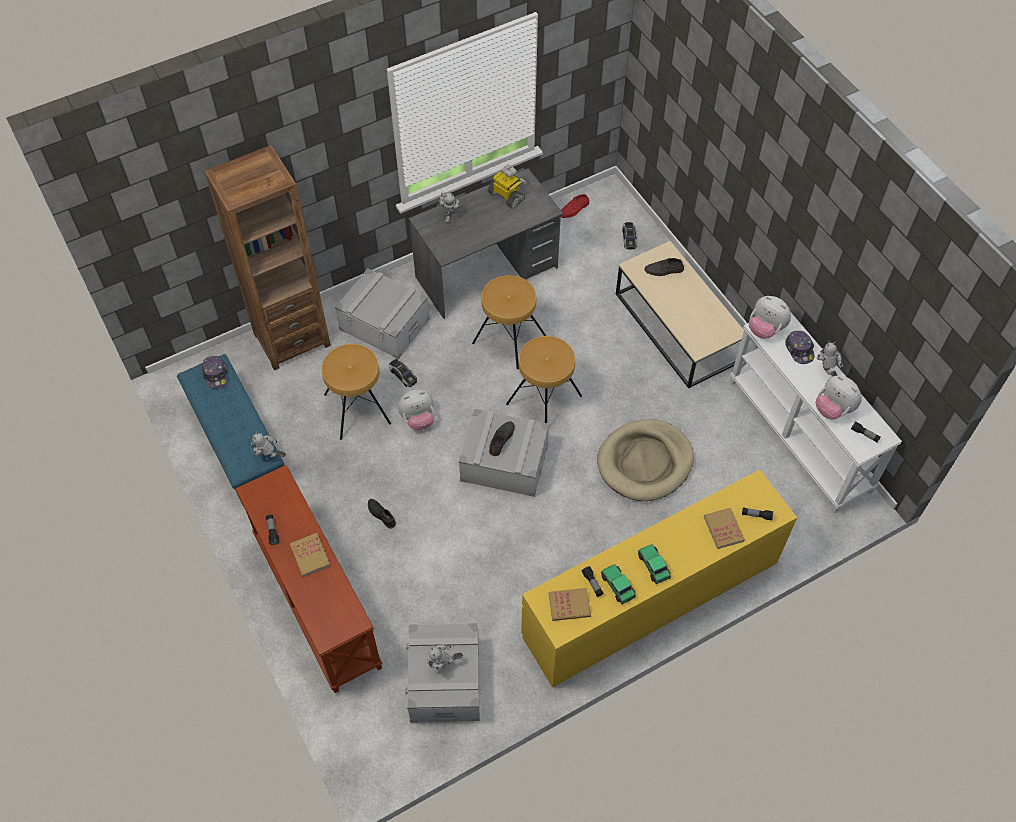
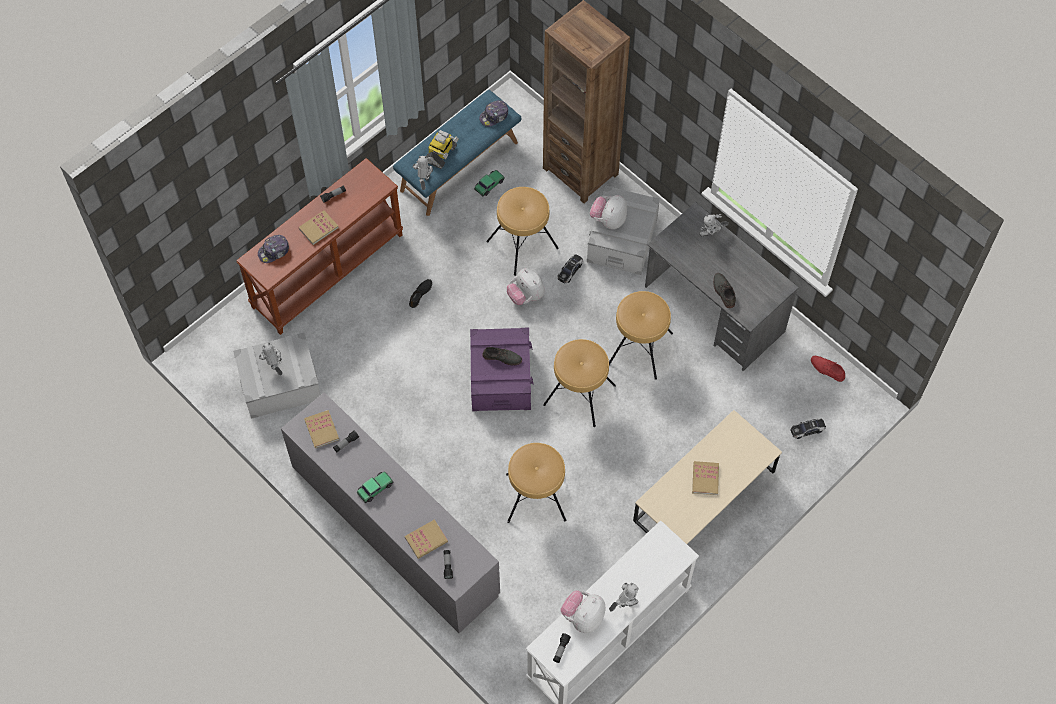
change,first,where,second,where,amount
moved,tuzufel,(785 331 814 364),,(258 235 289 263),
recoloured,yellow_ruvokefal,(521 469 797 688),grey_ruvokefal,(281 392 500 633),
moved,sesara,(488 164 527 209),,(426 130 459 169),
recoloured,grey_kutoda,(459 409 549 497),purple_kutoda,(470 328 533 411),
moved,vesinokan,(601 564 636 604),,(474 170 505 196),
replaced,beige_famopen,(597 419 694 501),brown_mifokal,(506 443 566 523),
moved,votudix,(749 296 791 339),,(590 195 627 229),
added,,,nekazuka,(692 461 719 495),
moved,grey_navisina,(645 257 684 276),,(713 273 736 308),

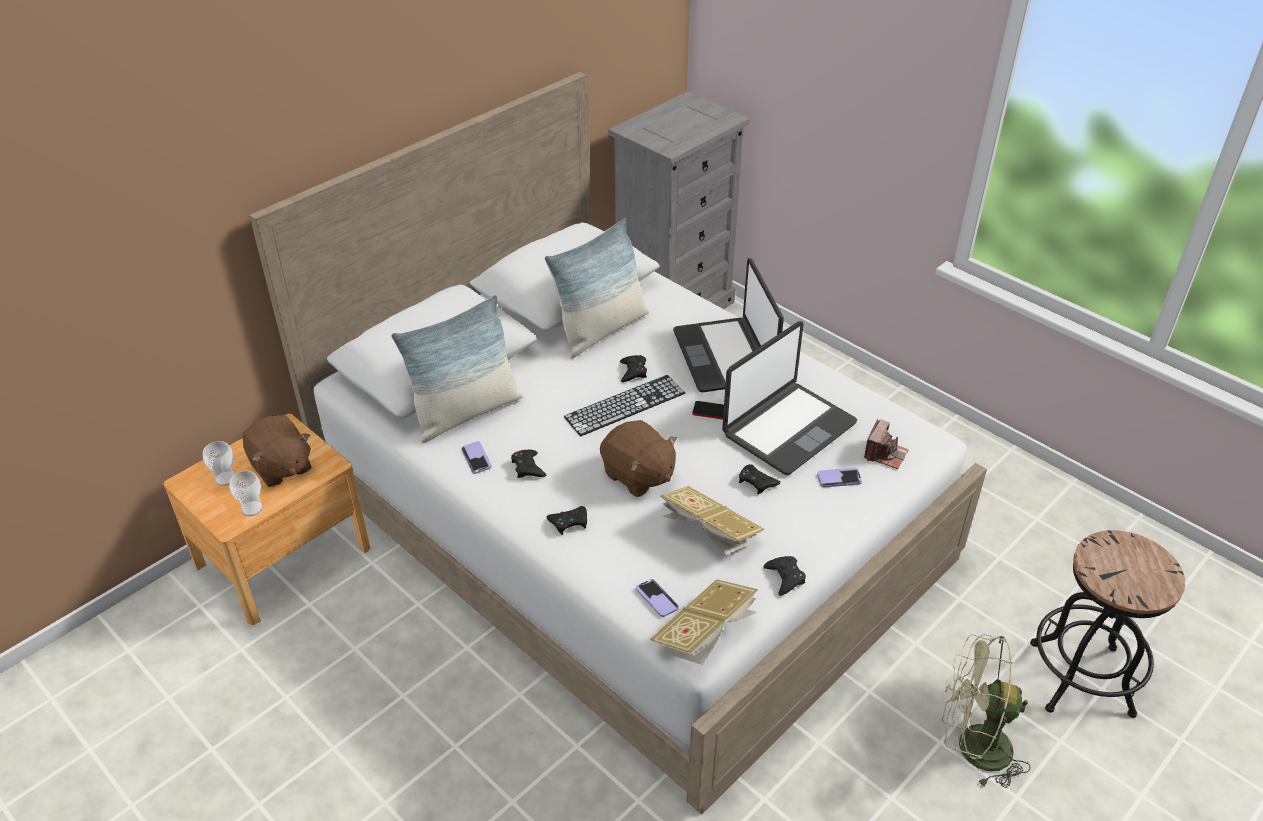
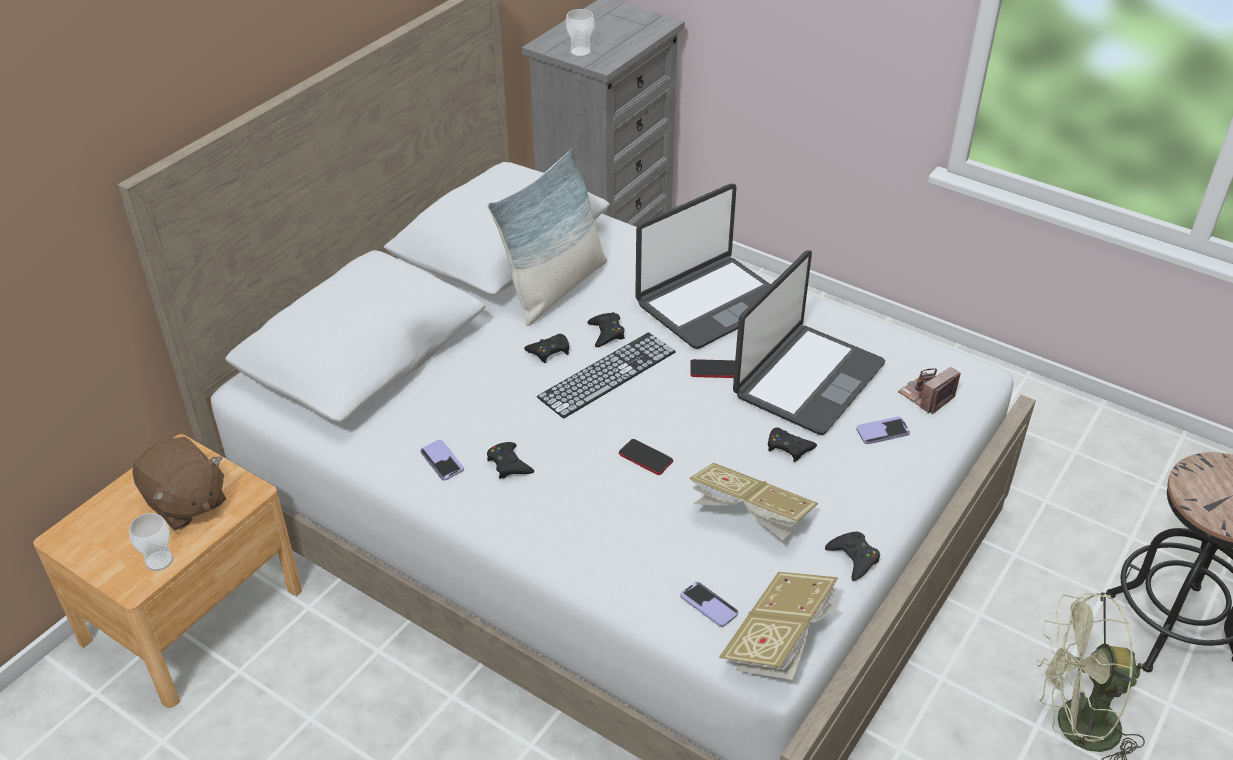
change,first,where,second,where,amount
moved,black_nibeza,(547 506 587 535),,(524 334 569 363),
moved,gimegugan,(203 441 235 486),,(566 9 595 57),
replaced,brown_votudix,(600 420 677 497),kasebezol,(619 439 673 475),
turned,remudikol,(673 258 784 392),,(635 184 771 349),105 degrees counterclockwise
turned,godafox,(864 419 909 469),,(898 367 961 414),150 degrees counterclockwise
removed,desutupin,(391 295 523 443),,,

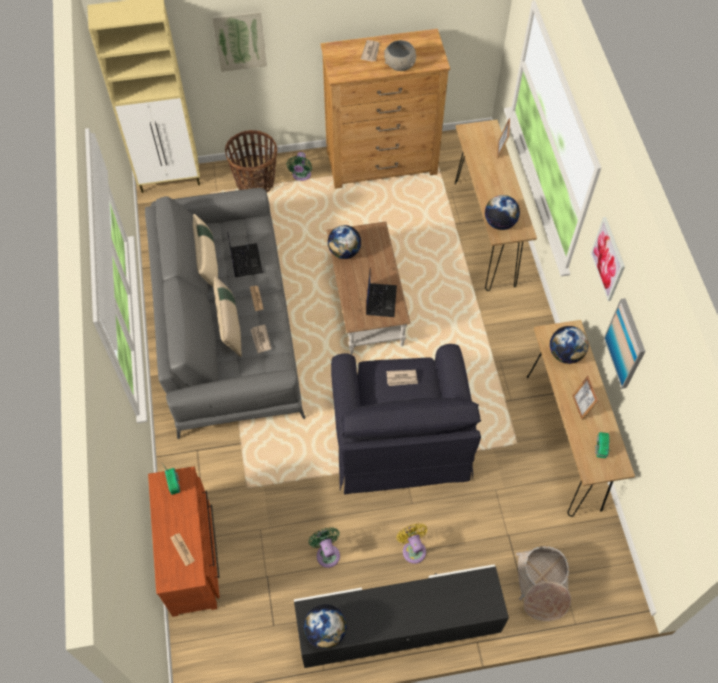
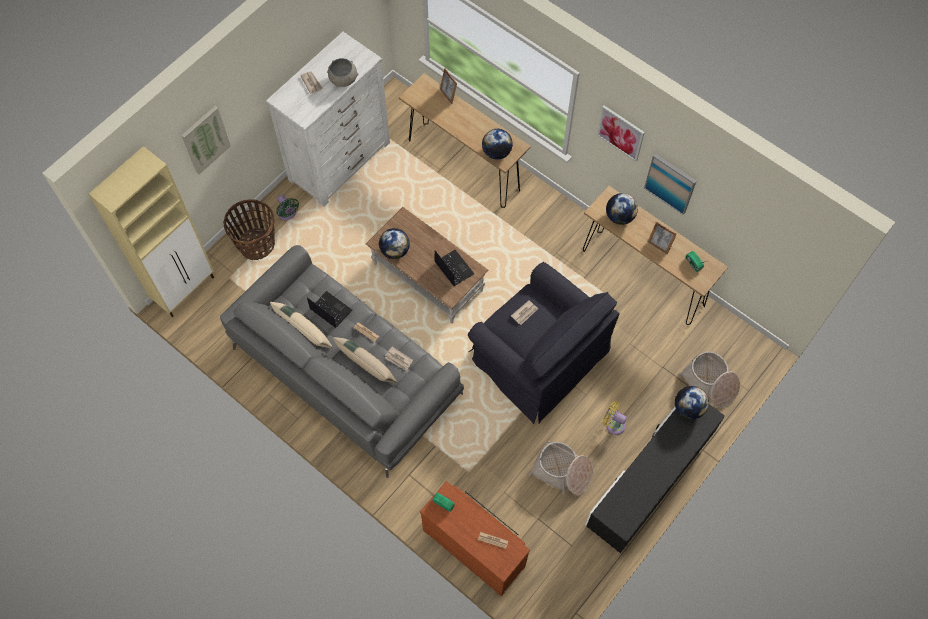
change,first,where,second,where,amount
recoloured,brown_ruvokefal,(320 29 450 189),white_ruvokefal,(266 32 390 207),
replaced,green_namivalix,(309 528 340 568),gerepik,(529 441 593 495),
moved,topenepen,(304 604 347 649),,(675 386 709 419),

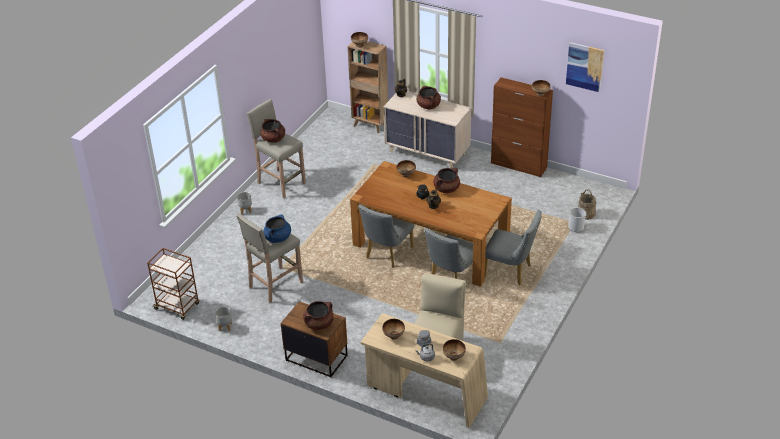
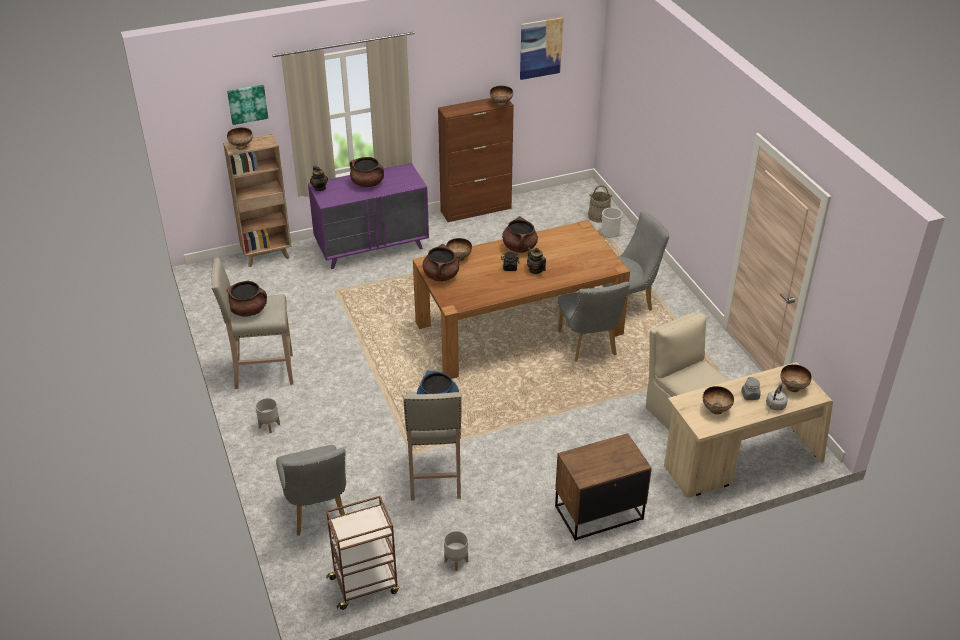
change,first,where,second,where,amount
added,,,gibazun,(227 85 268 125),
moved,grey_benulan,(358 204 414 268),,(276 445 346 536),
recoloured,beige_ruvokefal,(383 91 471 168),purple_ruvokefal,(308 163 429 269),
moved,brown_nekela,(303 301 334 330),,(423 244 459 282),

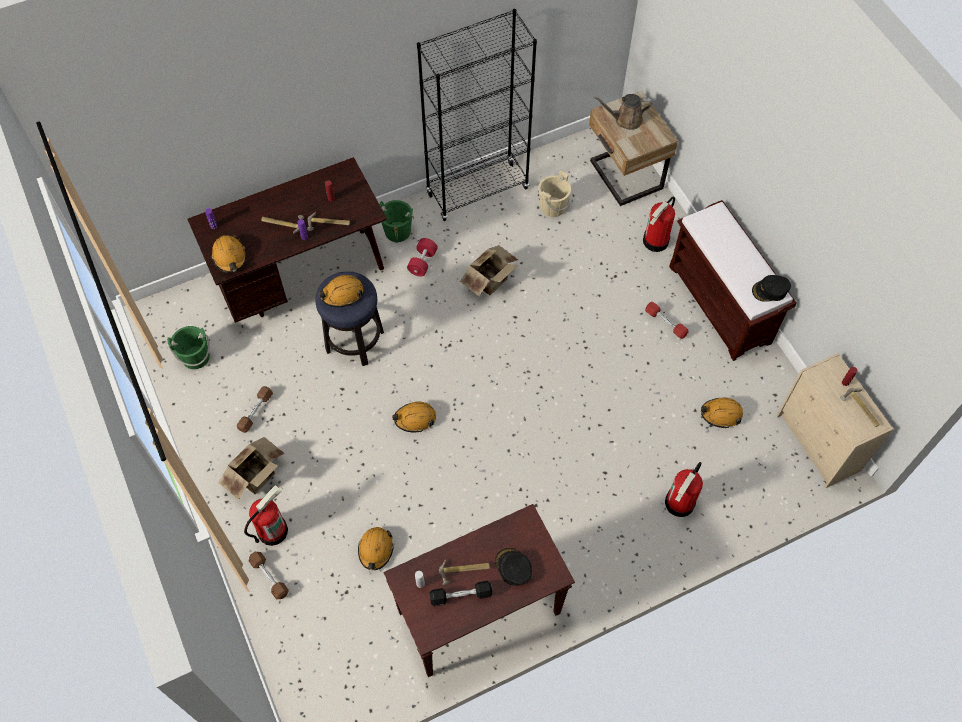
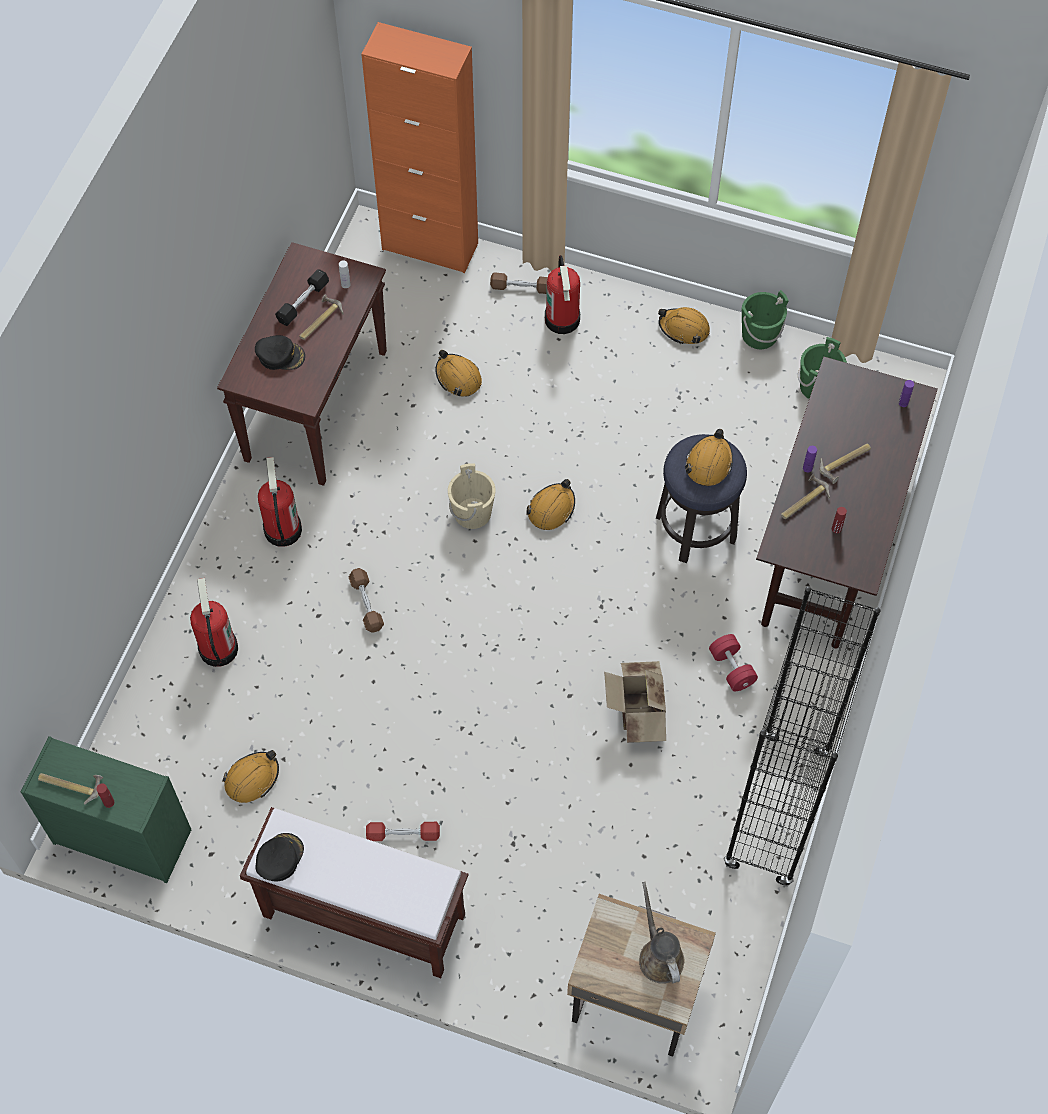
change,first,where,second,where,amount
recoloured,beige_ruvokefal,(776 353 894 488),green_ruvokefal,(21 736 192 883),
moved,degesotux,(643 197 675 252),,(258 457 302 547),
moved,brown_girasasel,(237 386 273 433),,(349 568 384 633),
added,,,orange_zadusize,(361 22 478 273),
moved,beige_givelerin,(538 171 571 217),,(448 463 496 529),
turned,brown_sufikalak,(593 94 652 130),,(639 882 685 984),60 degrees counterclockwise
moved,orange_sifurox,(211 235 247 273),,(658 307 710 344),
moved,green_givelerin,(379 200 414 242),,(742 290 789 349),
removed,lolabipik,(218 437 285 500),,,

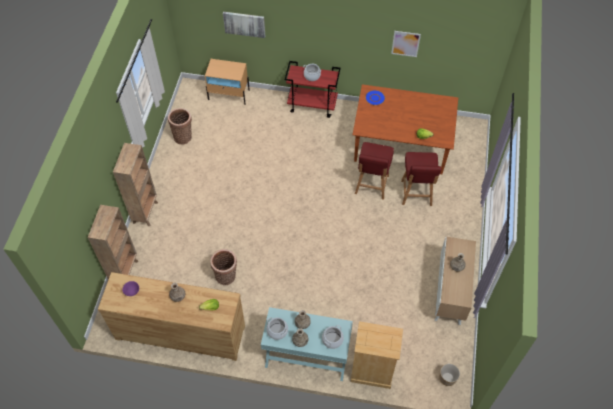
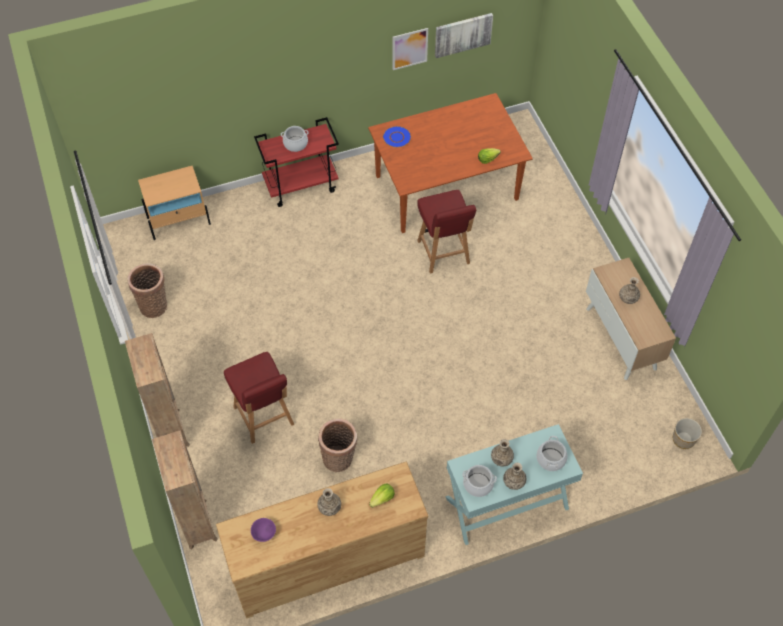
change,first,where,second,where,amount
moved,red_benulan,(401 152 441 206),,(224 352 294 444),
moved,gibazun,(223 12 265 38),,(435 13 493 58),
removed,beige_ruvokefal,(351 321 403 389),,,

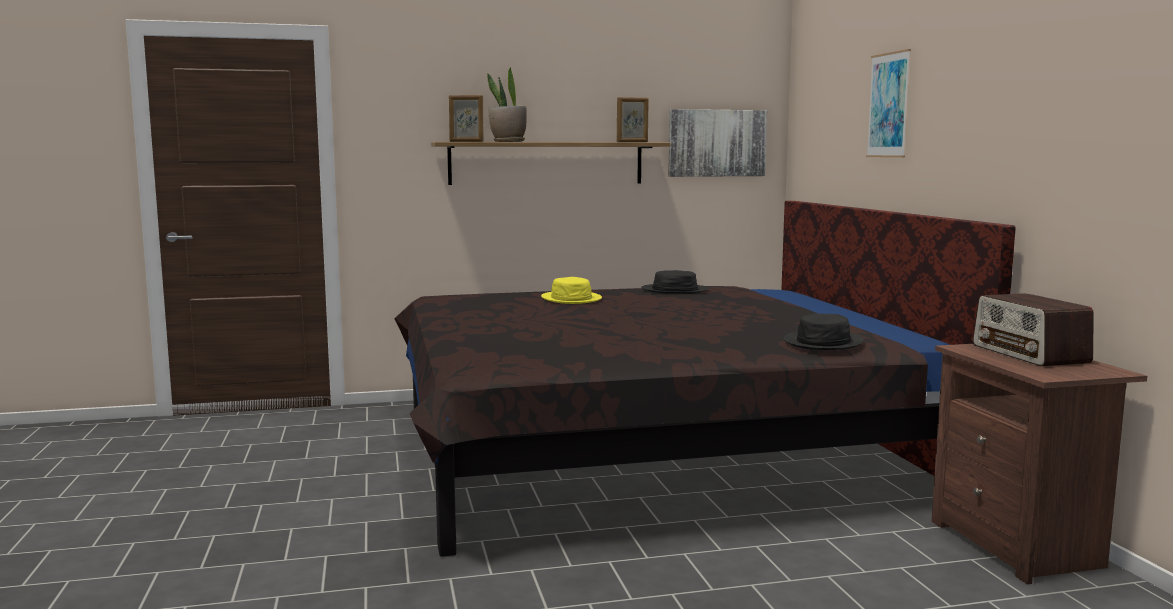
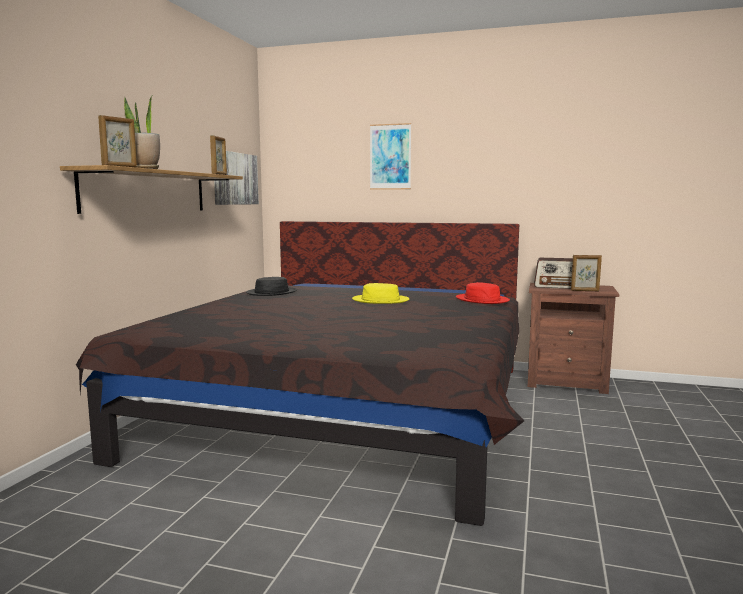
change,first,where,second,where,amount
moved,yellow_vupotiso,(541 277 602 304),,(352 283 410 304),
recoloured,black_vupotiso,(784 313 864 350),red_vupotiso,(456 282 510 304),
added,,,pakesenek,(571 255 602 291),

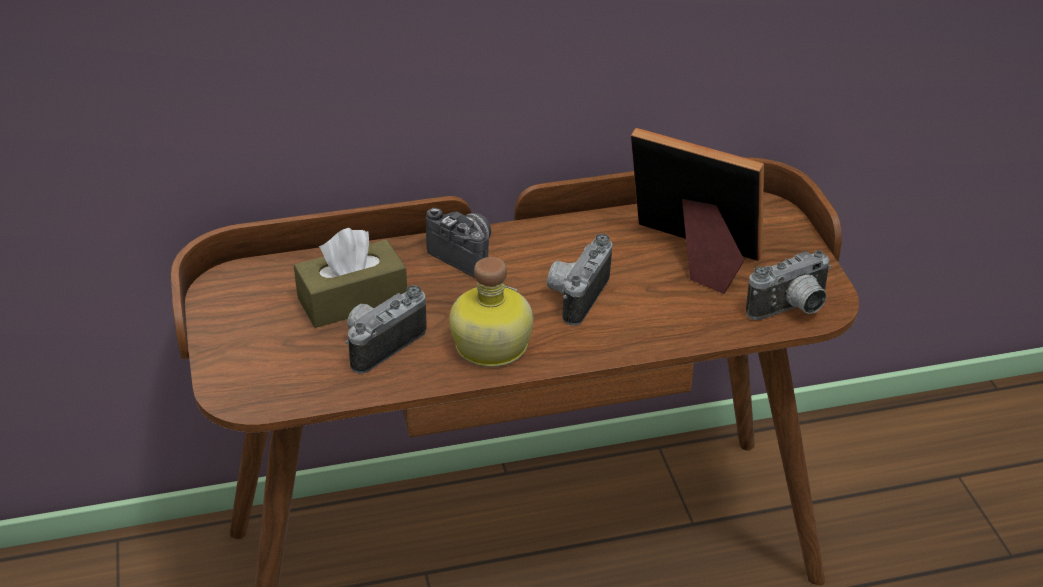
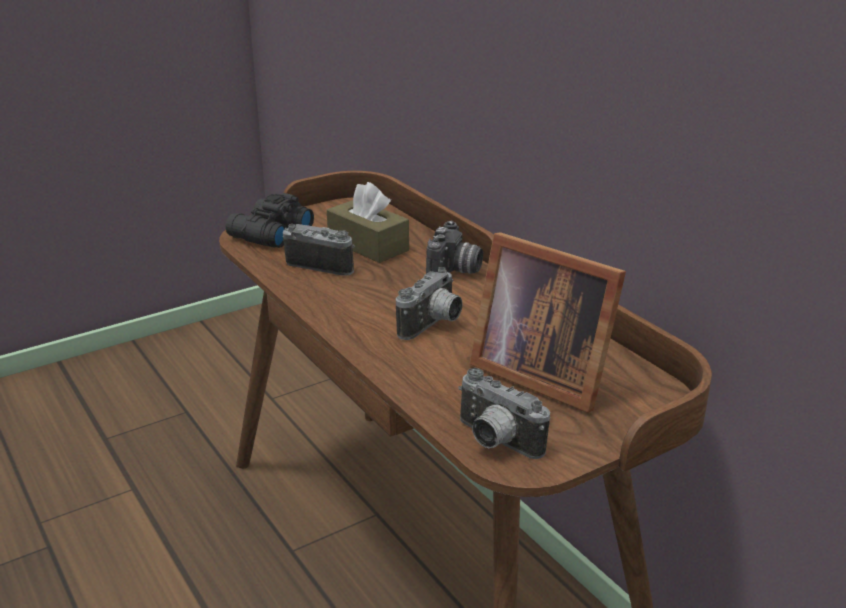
change,first,where,second,where,amount
added,,,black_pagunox,(226 193 314 248),
turned,godafox,(547 234 612 326),,(396 267 463 340),120 degrees clockwise
turned,pakesenek,(631 128 764 294),,(469 232 626 413),120 degrees clockwise
removed,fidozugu,(449 257 533 367),,,

